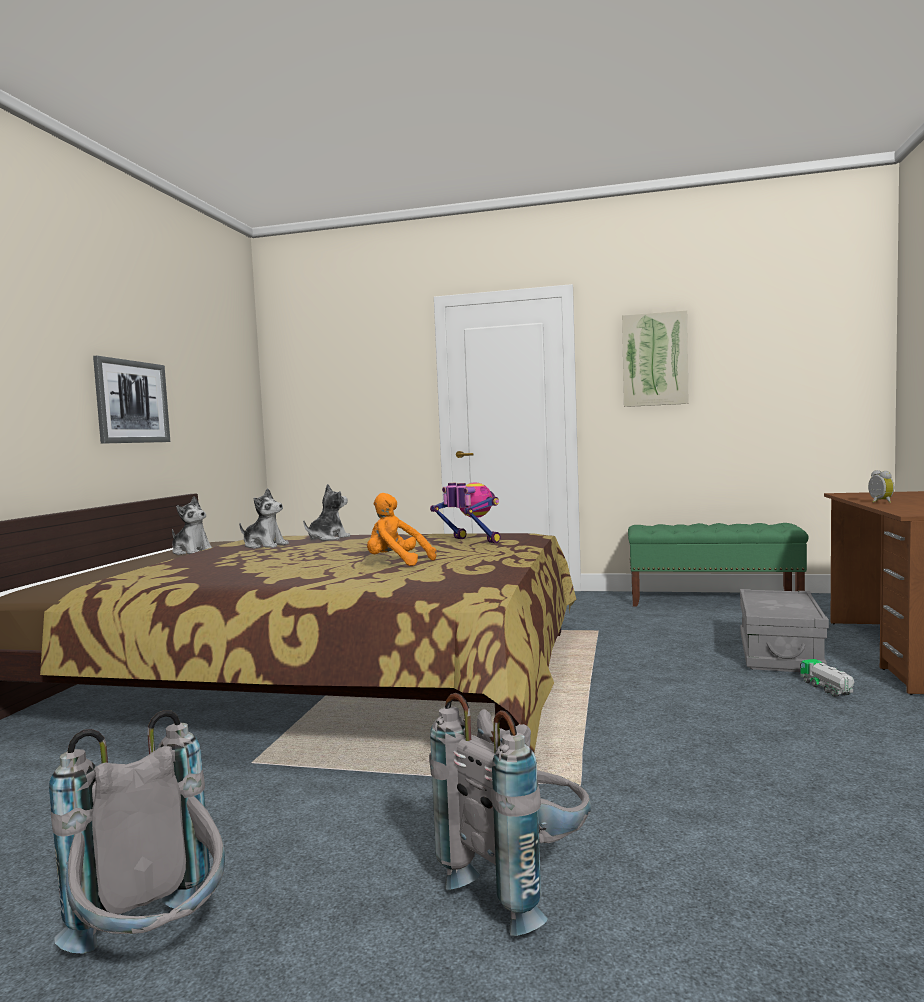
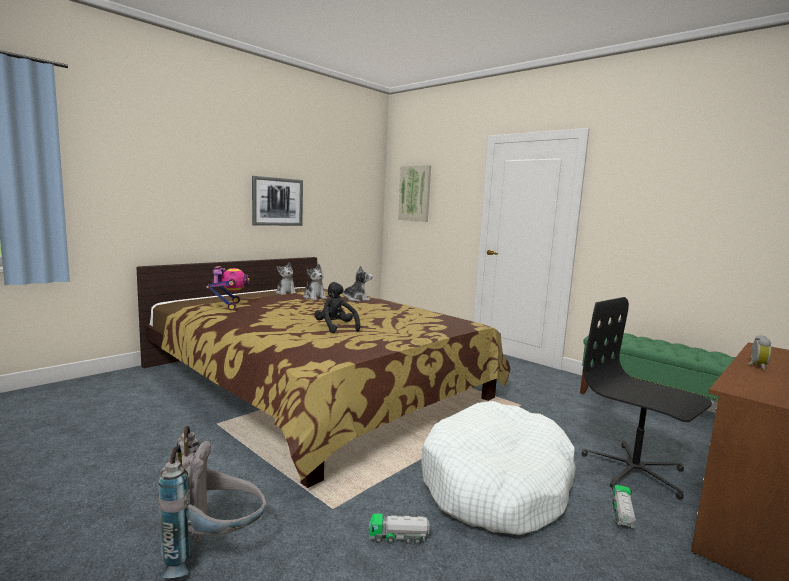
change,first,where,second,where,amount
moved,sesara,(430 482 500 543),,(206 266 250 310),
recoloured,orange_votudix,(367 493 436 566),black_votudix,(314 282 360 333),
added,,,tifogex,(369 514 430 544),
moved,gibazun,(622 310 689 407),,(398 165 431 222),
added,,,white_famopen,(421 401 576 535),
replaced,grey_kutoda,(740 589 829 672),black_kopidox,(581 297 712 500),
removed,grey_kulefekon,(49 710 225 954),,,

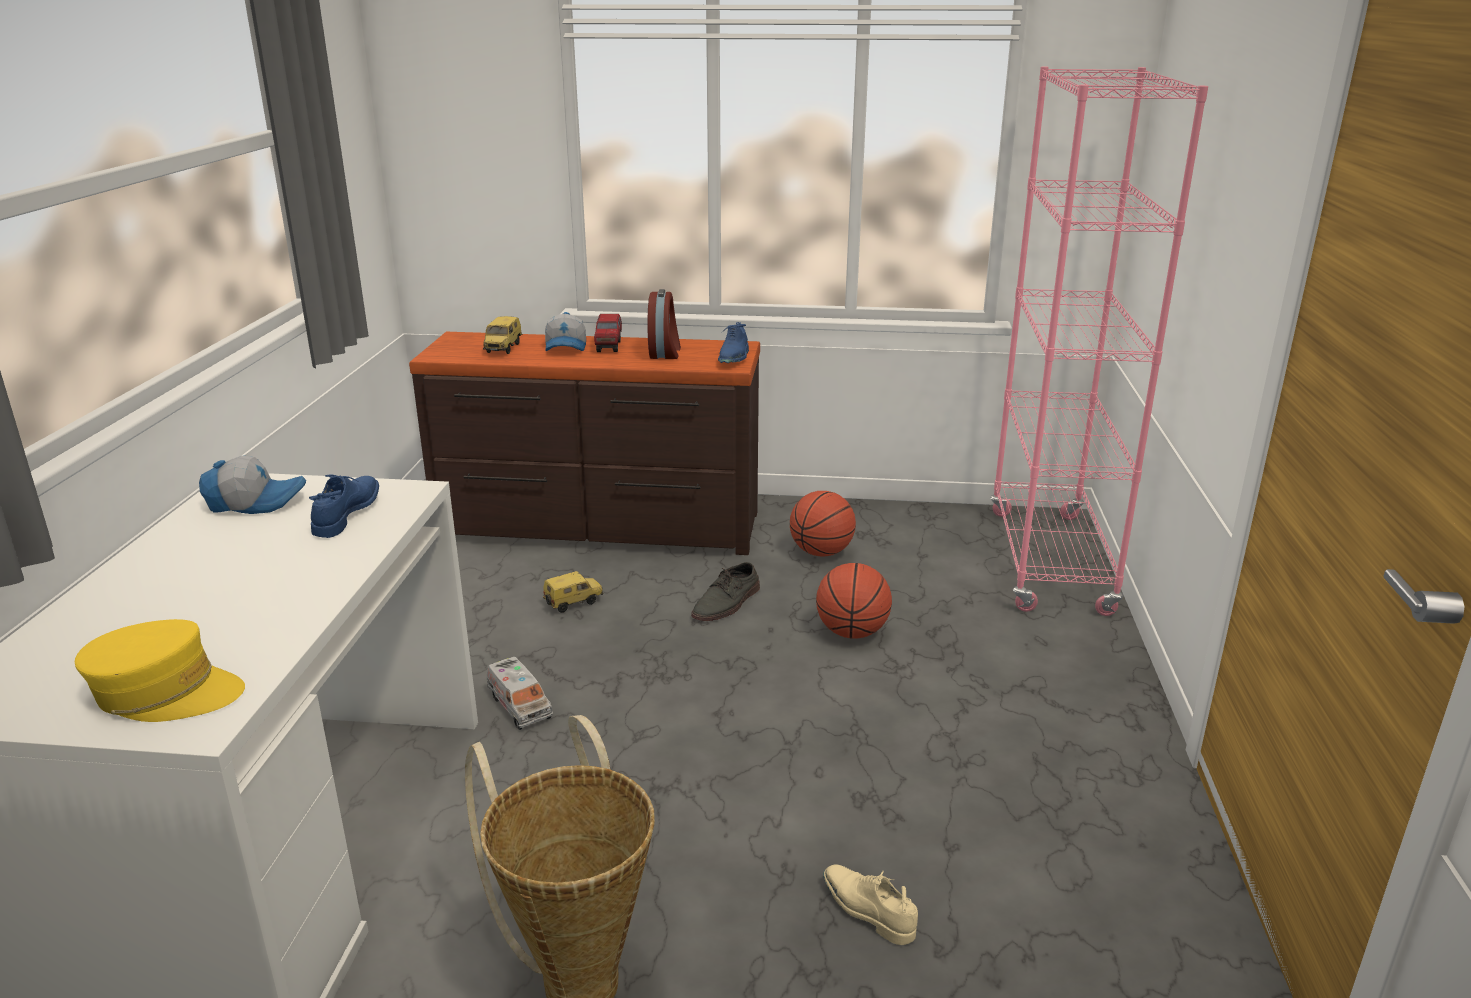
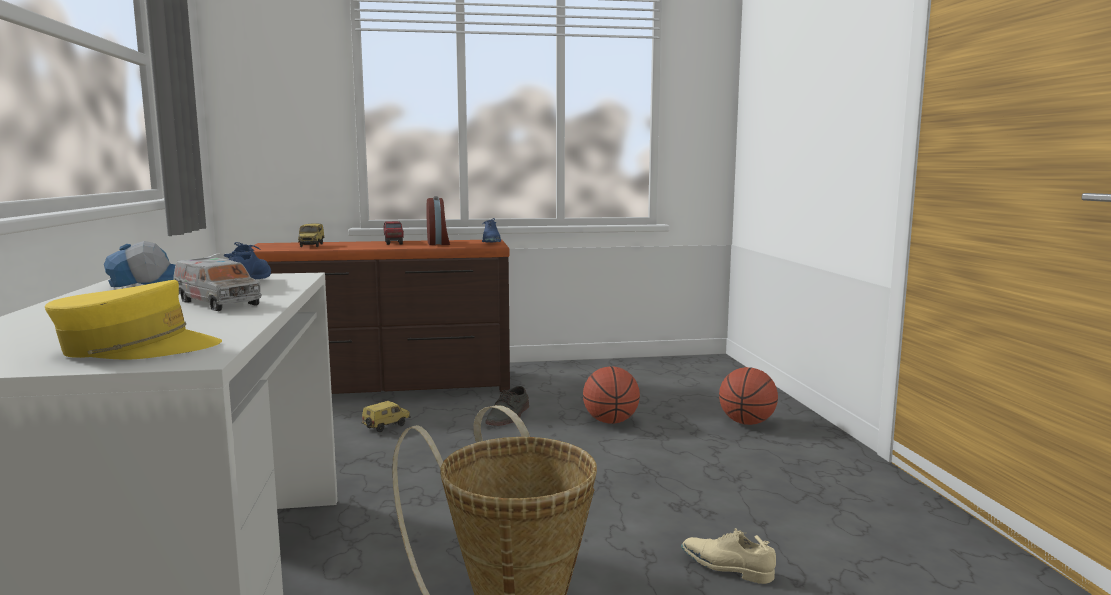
change,first,where,second,where,amount
moved,tifogex,(487 657 553 730),,(174 257 262 311),
moved,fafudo,(790 491 856 557),,(719 367 778 425),
removed,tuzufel,(545 312 586 351),,,
removed,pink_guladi,(990 67 1208 616),,,

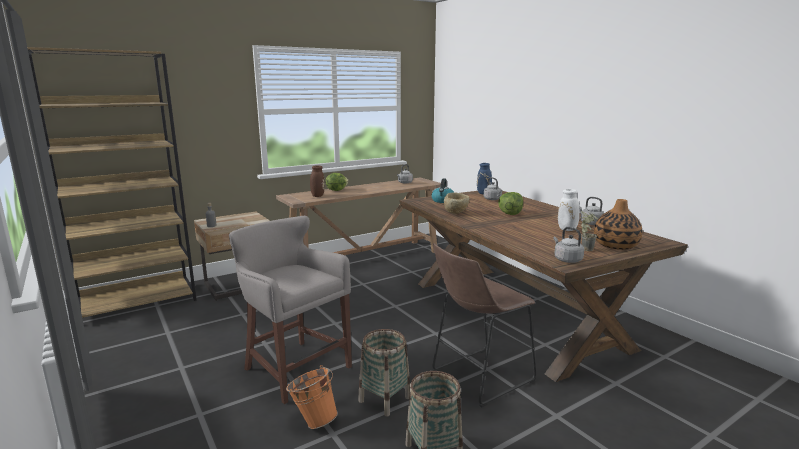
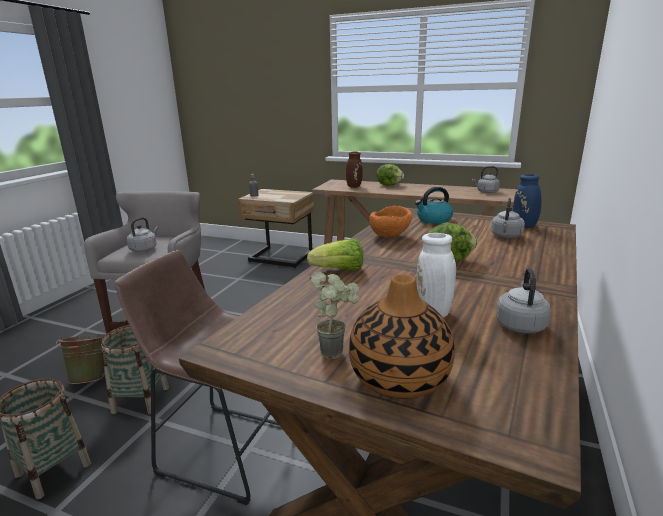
change,first,where,second,where,amount
recoloured,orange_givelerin,(286 365 338 429),green_givelerin,(56 333 107 384),
moved,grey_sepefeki,(553 227 584 263),,(127 217 158 252),
added,,,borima,(307 238 363 271),
recoloured,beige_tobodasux,(444 192 469 214),orange_tobodasux,(369 206 412 238),
removed,brown_guladi,(27 47 197 318),,,

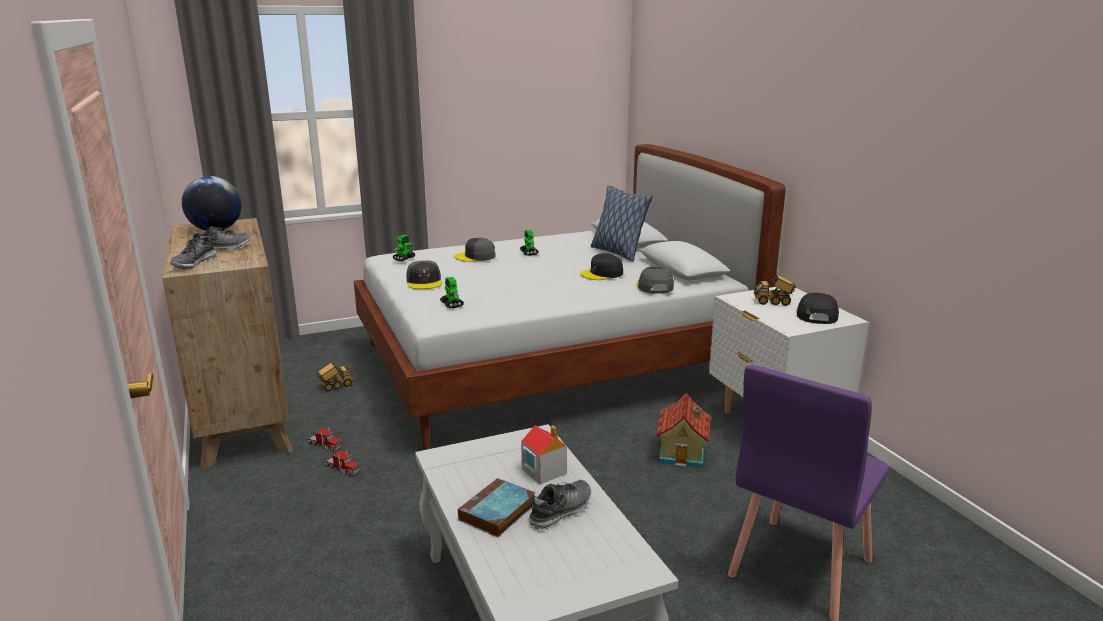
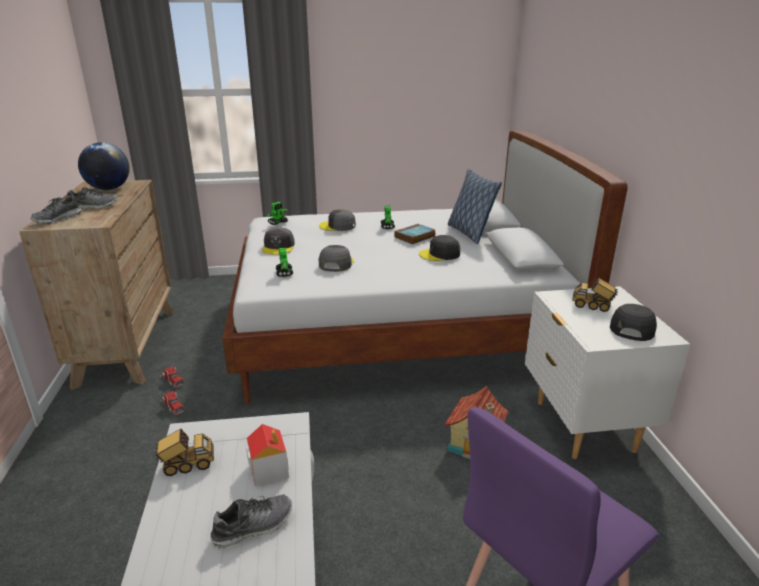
change,first,where,second,where,amount
moved,tifogex,(316 362 354 391),,(153 429 214 476),
moved,grey_tuzufel,(636 267 674 294),,(319 245 354 272),
moved,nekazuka,(458 478 536 537),,(394 224 435 244),

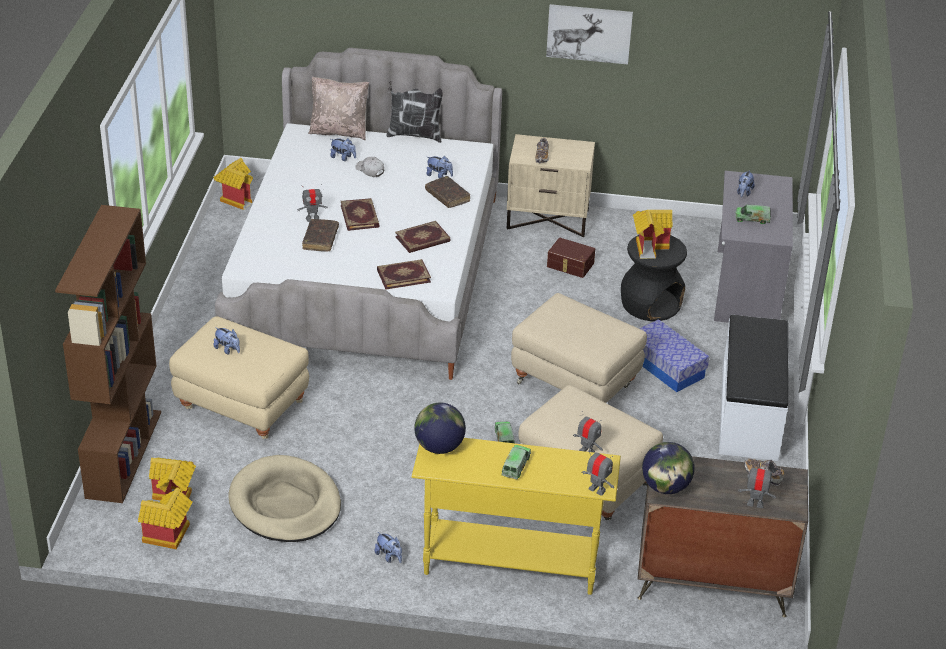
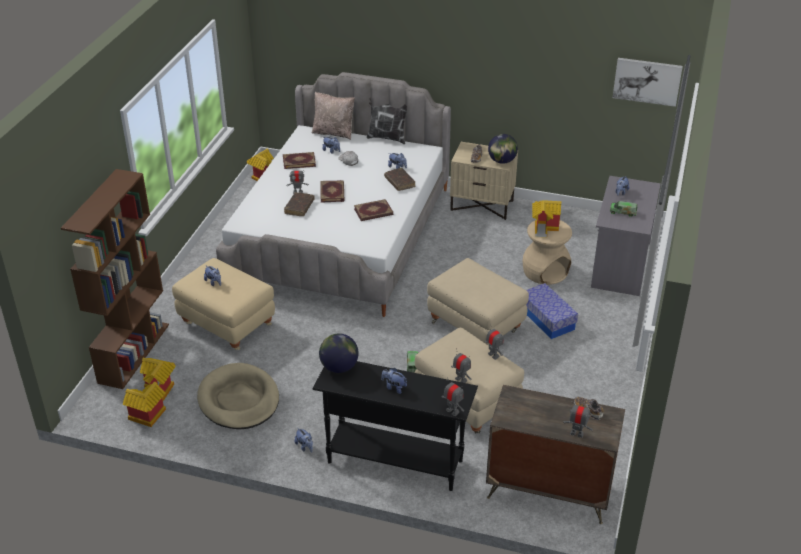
change,first,where,second,where,amount
moved,nekazuka,(377 259 431 290),,(283 152 316 169),
recoloured,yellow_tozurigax,(412 438 621 595),black_tozurigax,(313 361 478 491),
replaced,tifogex,(501 445 531 480),votudix,(381 368 407 394),
added,,,sesara,(485 329 503 360),
moved,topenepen,(642 442 695 494),,(488 134 518 164),
recoloured,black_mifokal,(621 235 687 321),beige_mifokal,(523 220 572 285),
moved,gibazun,(546 4 633 65),,(612 58 683 107),
removed,brown_kutoda,(547 238 595 278),,,
removed,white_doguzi,(718 315 788 461),,,

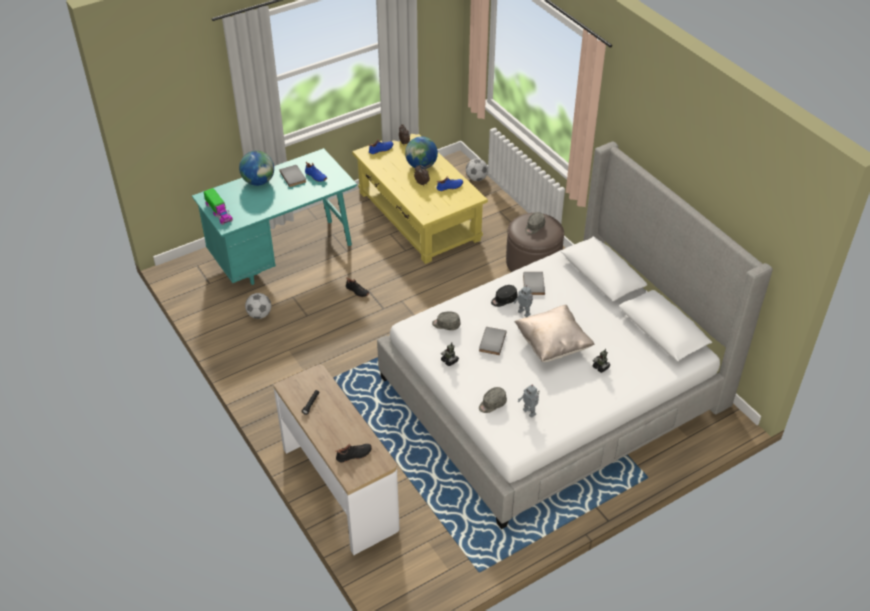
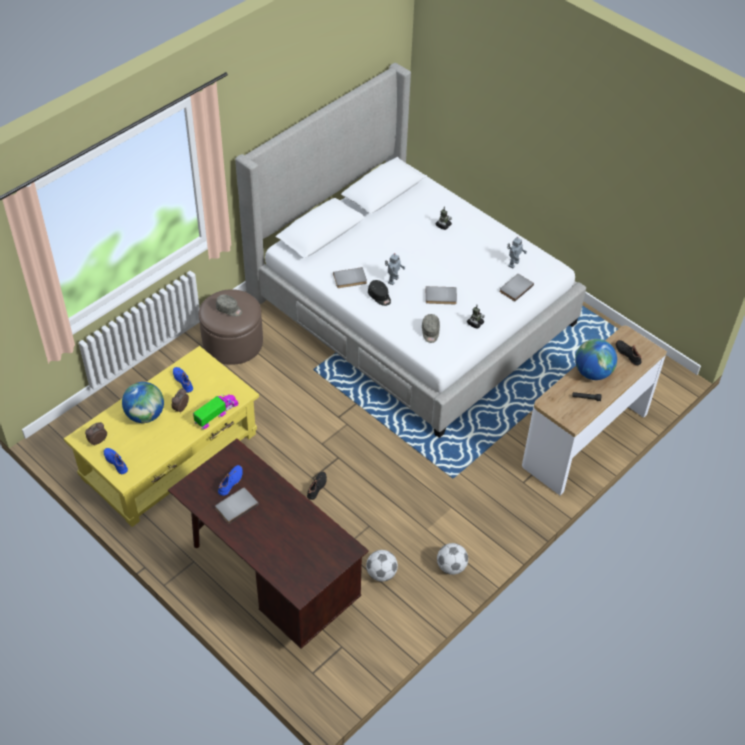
change,first,where,second,where,amount
recoloured,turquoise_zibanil,(192 148 357 285),brown_zibanil,(168 439 369 649),
moved,tifogex,(203 188 233 225),,(193 394 239 430),
moved,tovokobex,(466 158 488 181),,(437 543 468 575),
replaced,grey_tuzufel,(479 387 507 413),grey_nekazuka,(500 274 534 301),
moved,topenepen,(239 151 274 186),,(575 339 617 380),
removed,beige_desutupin,(514 305 595 362),,,

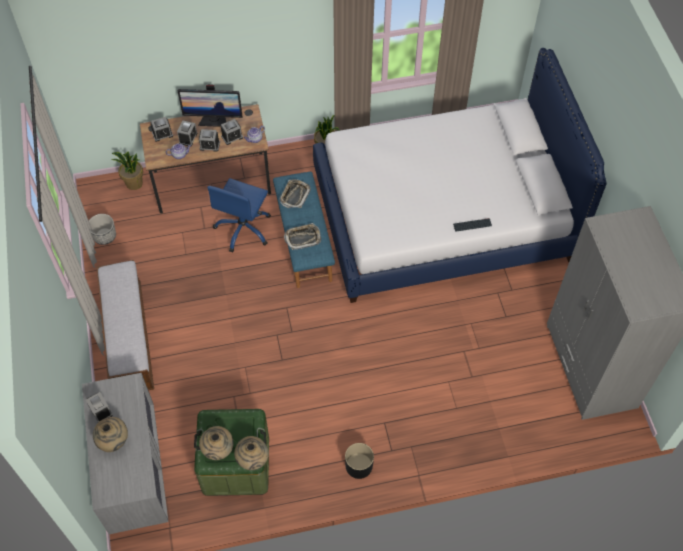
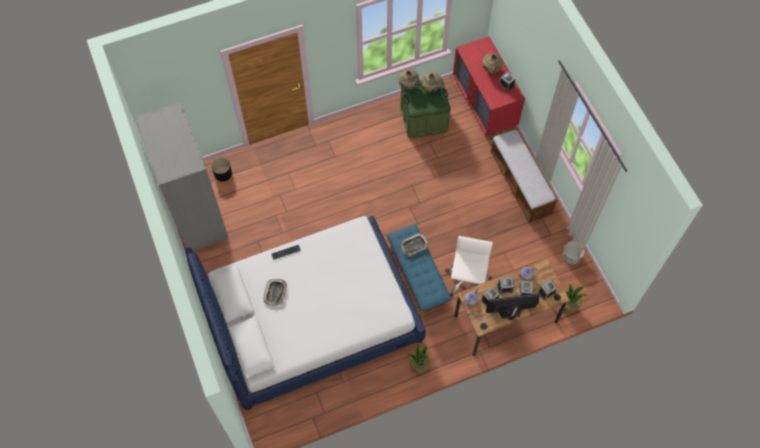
change,first,where,second,where,amount
moved,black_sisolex,(345 443 374 479),,(211 158 232 182),
moved,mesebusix,(280 179 311 208),,(263 279 287 306),
recoloured,blue_kopidox,(207 178 271 253),white_kopidox,(445 236 493 297),
recoloured,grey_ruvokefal,(82 373 169 534),red_ruvokefal,(453 36 525 137),

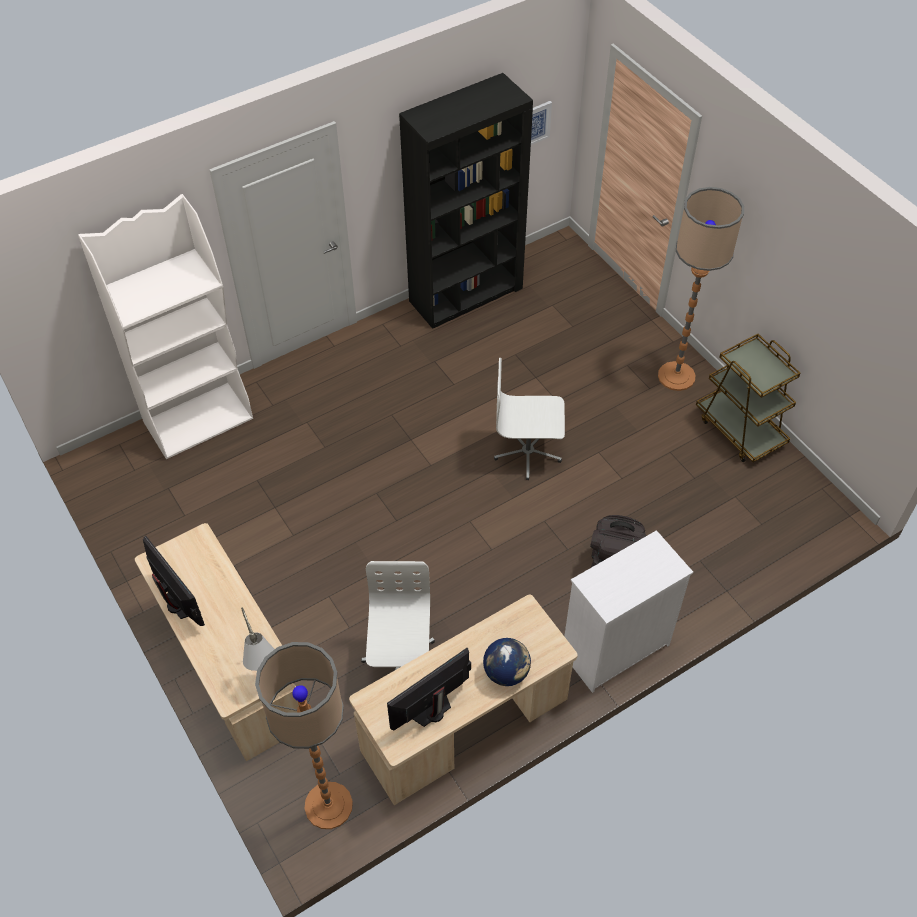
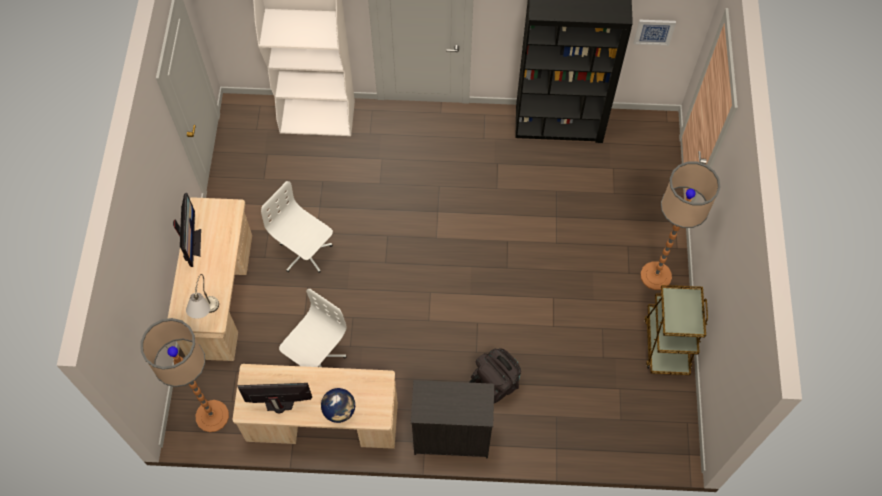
change,first,where,second,where,amount
moved,white_kopidox,(494 358 565 480),,(261 181 333 273),
recoloured,white_ruvokefal,(564 530 693 693),black_ruvokefal,(411 380 494 458),

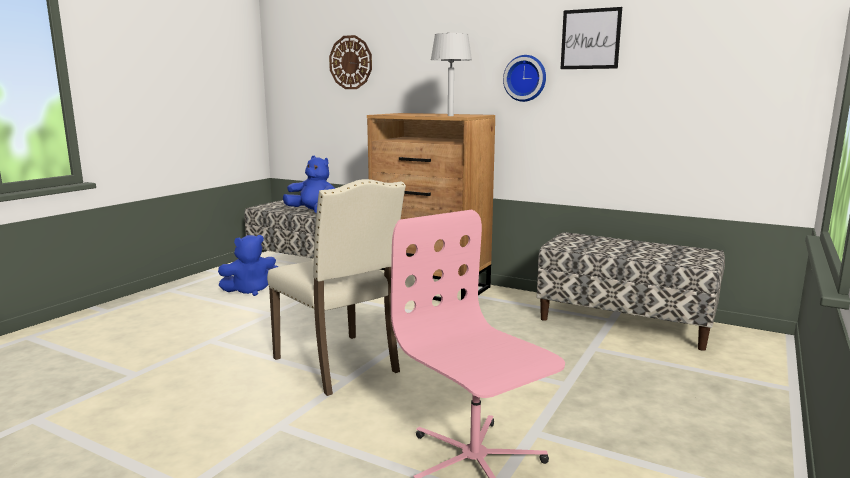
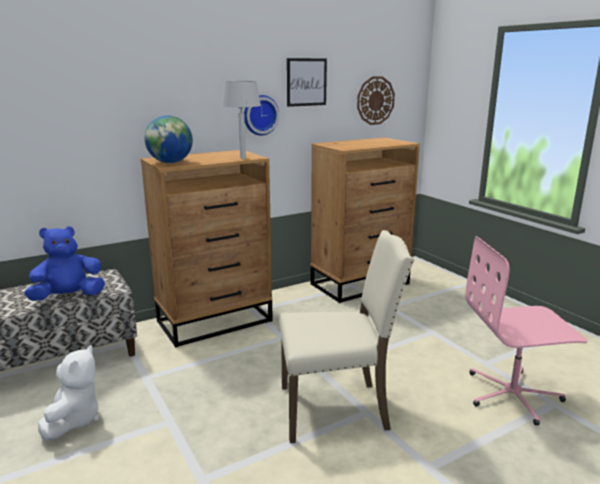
change,first,where,second,where,amount
recoloured,blue_votudix,(218 235 278 296),white_votudix,(38 345 99 441),
added,,,topenepen,(145 115 193 163),
replaced,doguzi,(537 232 725 351),brown_ruvokefal,(311 137 420 303),
moved,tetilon,(329 35 372 89),,(357 76 395 125),

